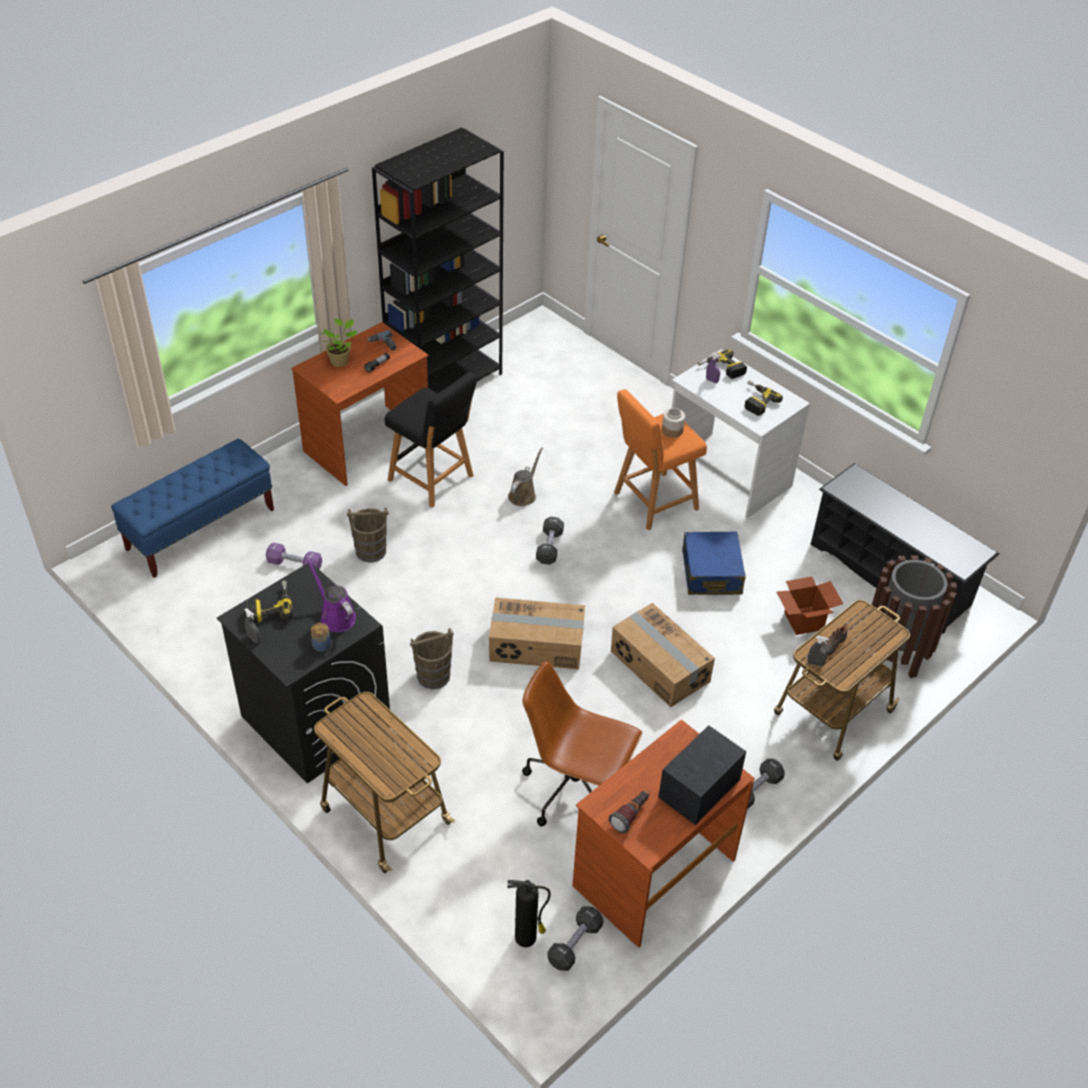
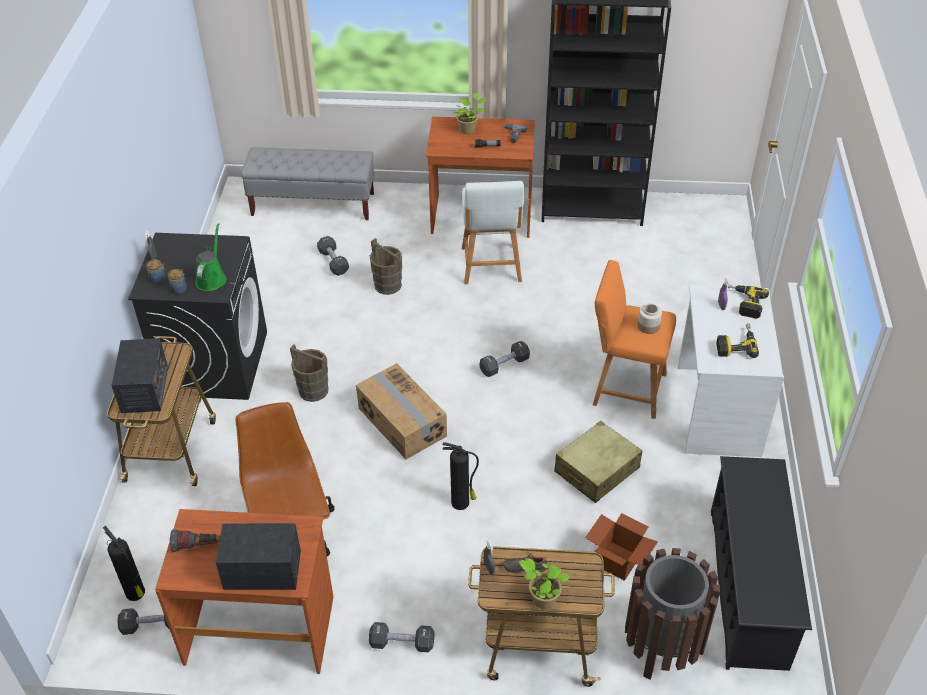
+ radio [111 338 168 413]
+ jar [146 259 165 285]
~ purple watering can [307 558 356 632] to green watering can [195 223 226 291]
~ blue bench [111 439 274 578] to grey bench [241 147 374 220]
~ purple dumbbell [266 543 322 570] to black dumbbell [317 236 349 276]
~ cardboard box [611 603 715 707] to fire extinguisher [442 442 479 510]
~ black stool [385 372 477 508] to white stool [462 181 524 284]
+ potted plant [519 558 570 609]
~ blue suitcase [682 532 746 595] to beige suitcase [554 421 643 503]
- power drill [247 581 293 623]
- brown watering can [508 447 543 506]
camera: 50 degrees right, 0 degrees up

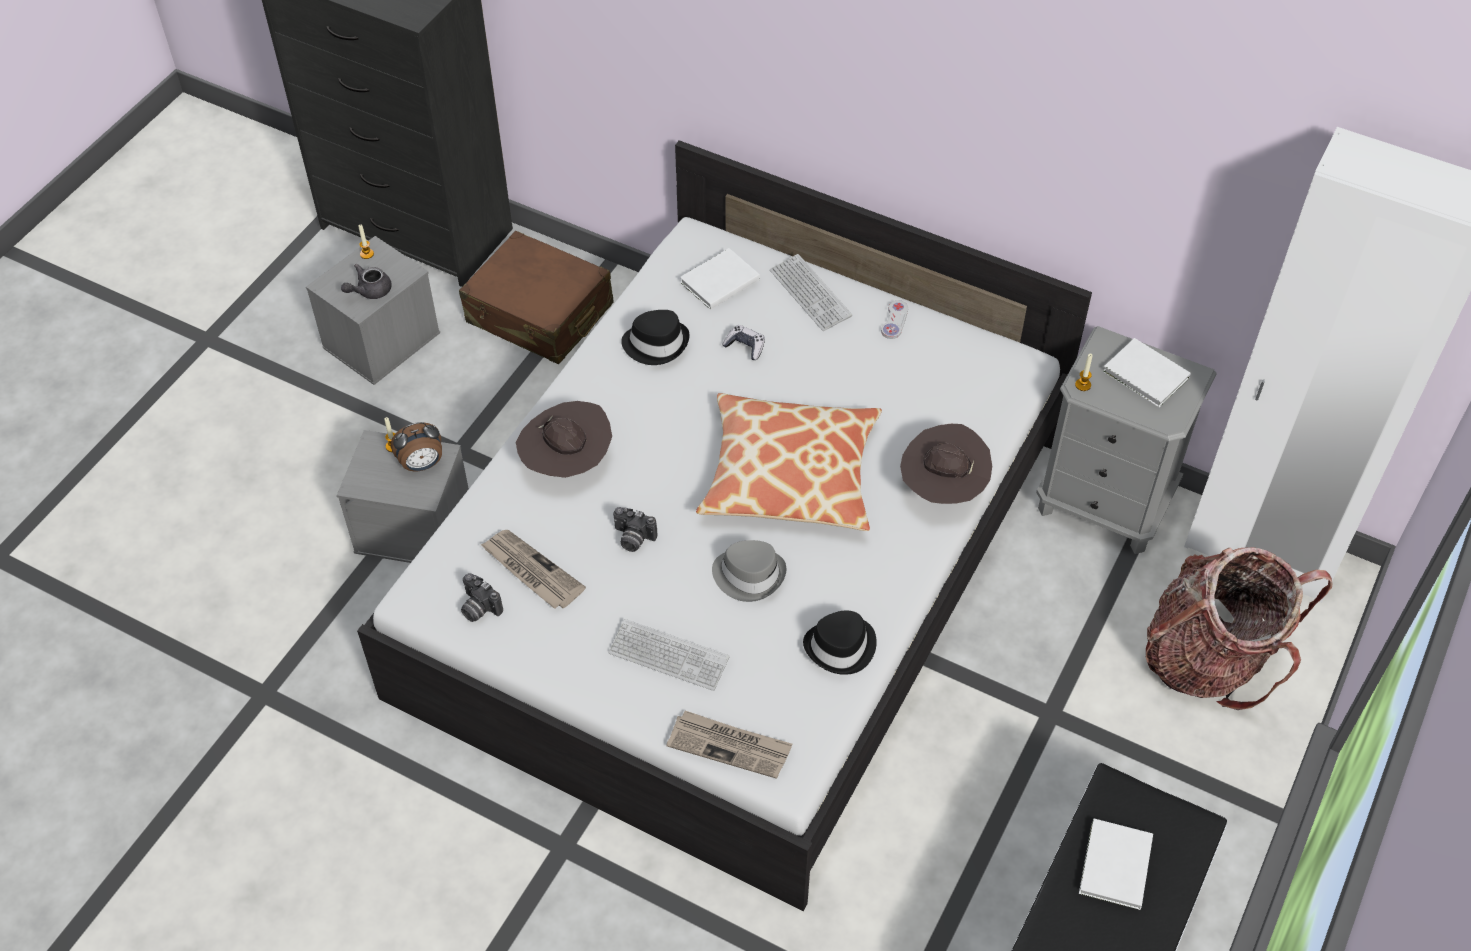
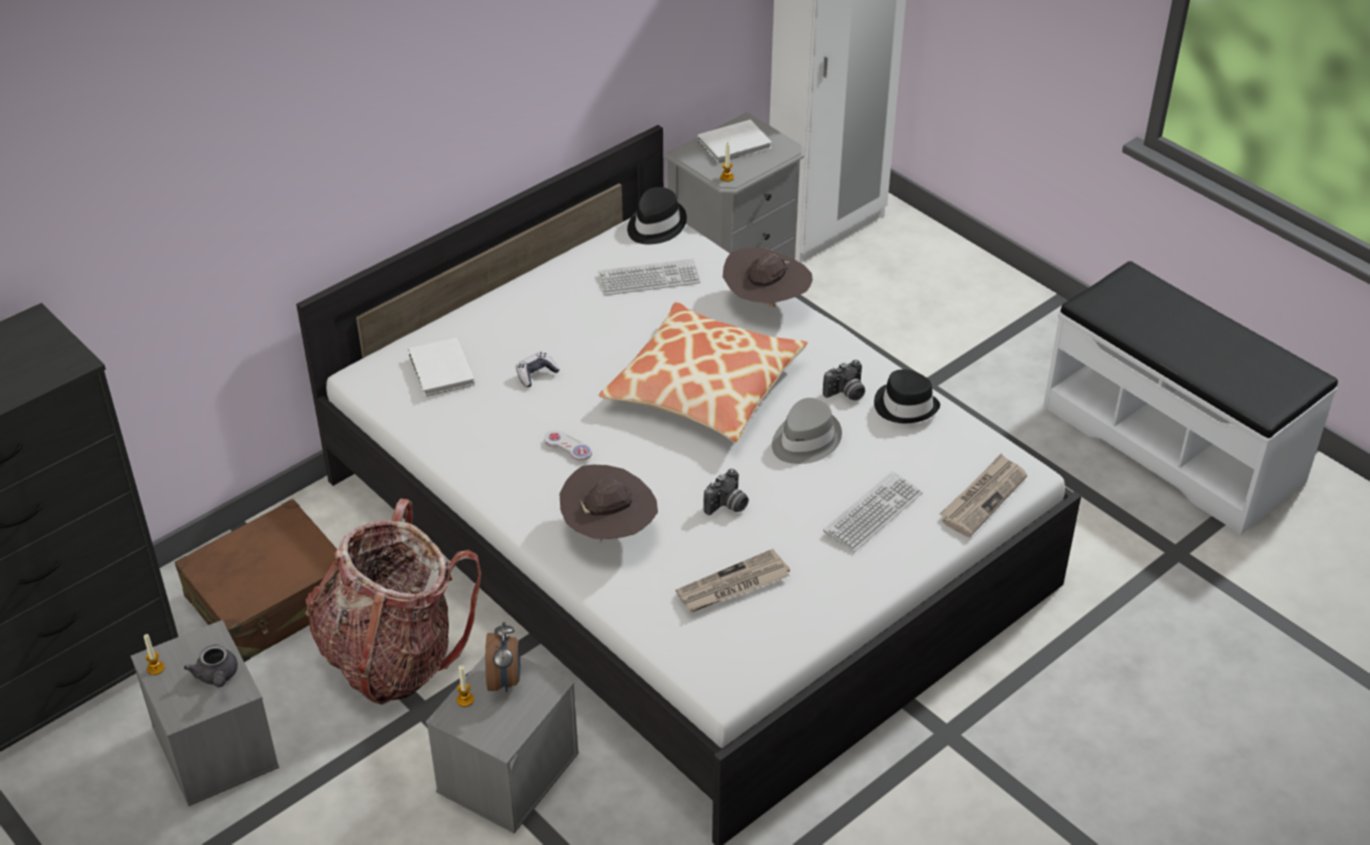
~ backpack [1146 547 1333 710] to [305 499 481 705]
~ white game controller [881 300 908 339] to [544 430 592 461]
~ keyboard [770 254 852 331] to [598 258 700 295]
~ black hat [621 310 690 365] to [627 187 687 244]
~ photo camera [461 573 503 622] to [823 360 865 401]
- white book [1079 818 1153 910]
camera: 70 degrees left, 10 degrees down

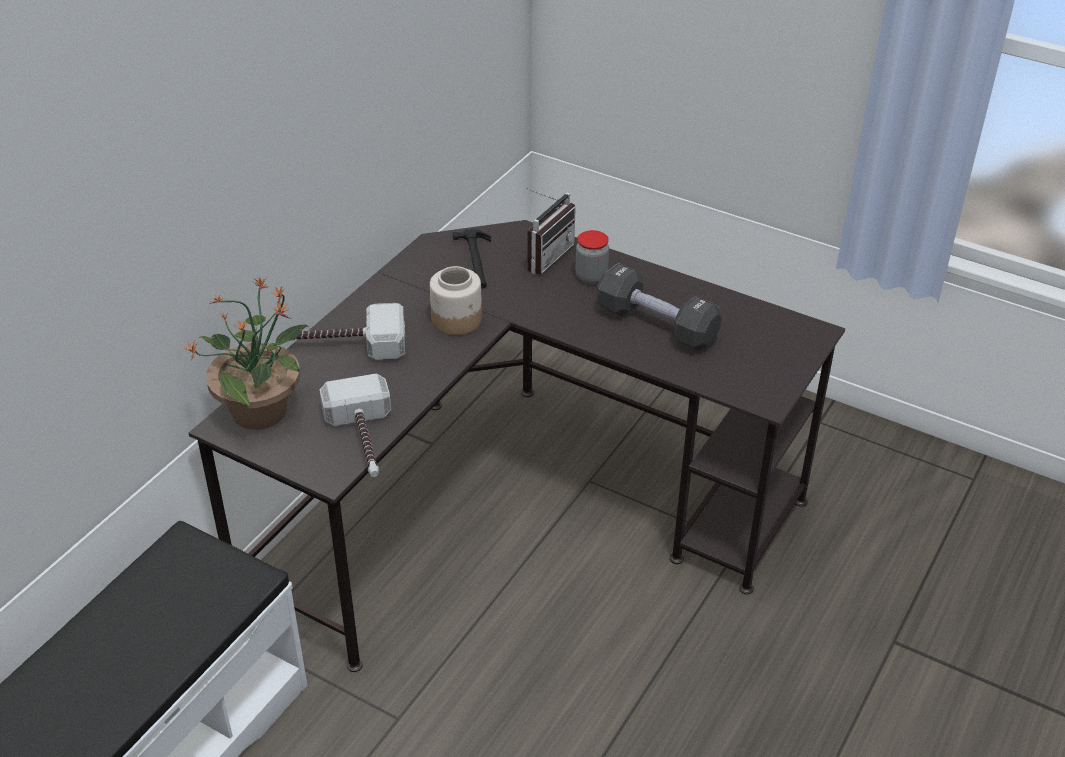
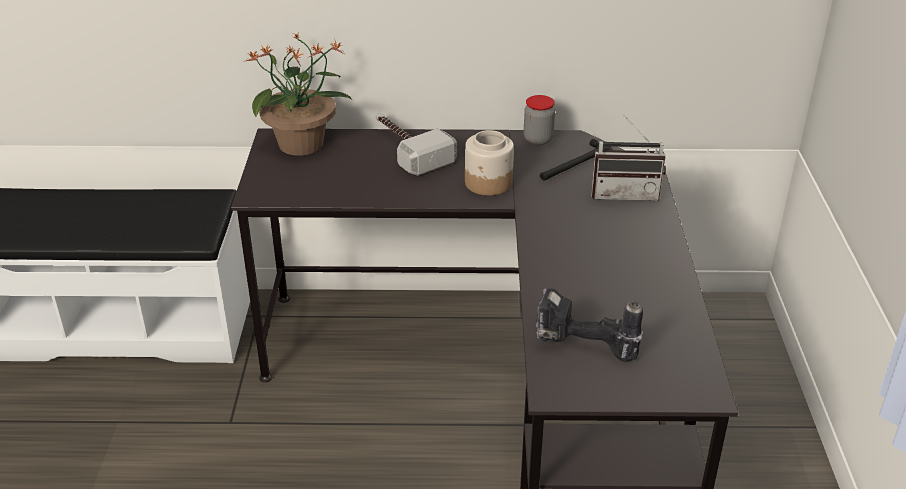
~ jar [575 230 609 284] to [524 95 555 145]
+ power drill [536 288 643 361]
- hammer [319 373 391 477]
- black dumbbell [597 263 722 351]
camera: 60 degrees right, 5 degrees down

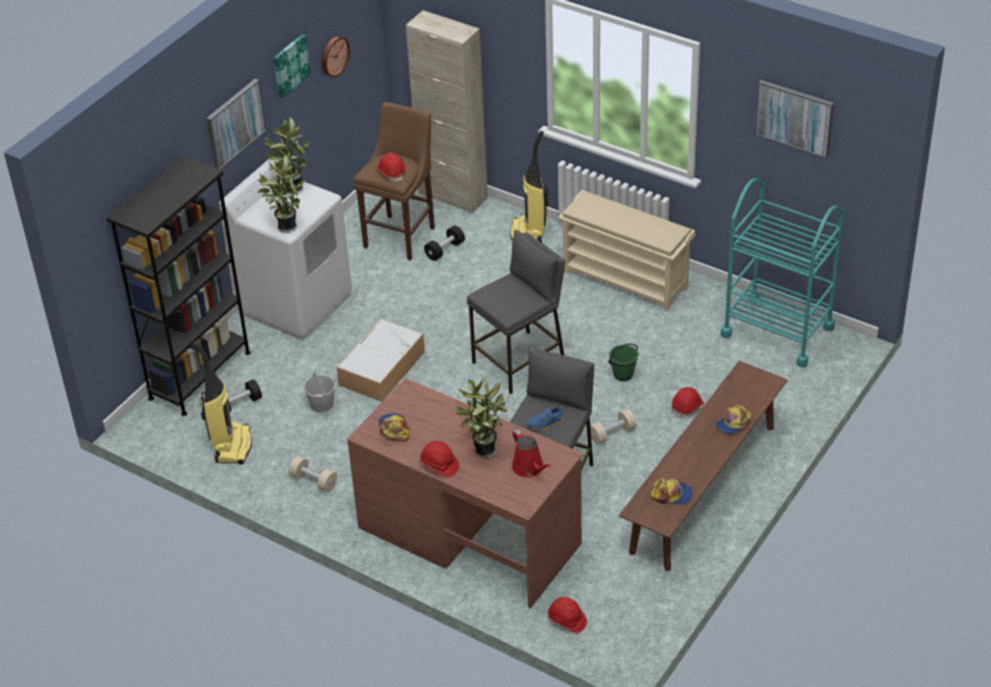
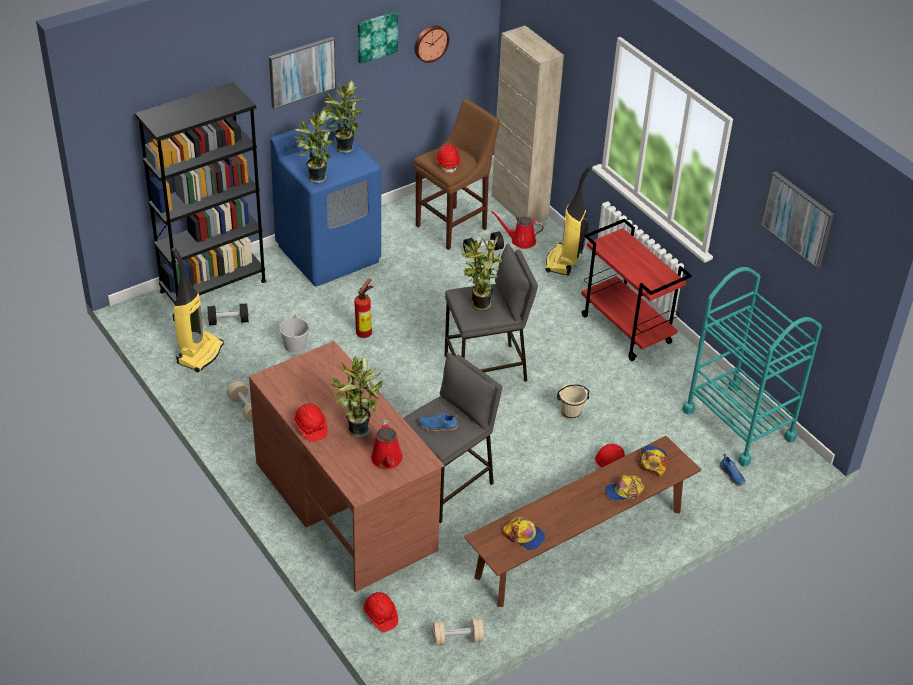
~ white washing machine [219 158 352 341] to blue washing machine [270 118 381 287]
~ storage box [337 318 425 402] to fire extinguisher [354 278 373 338]
~ beige dumbbell [590 409 637 445] to [433 618 484 645]
+ potted plant [461 235 502 310]
+ red watering can [491 211 544 249]
~ green bucket [608 343 639 382] to beige bucket [557 384 589 420]
~ beige shoe rack [558 190 695 311] to red cart [581 219 692 361]
~ cap [379 413 410 442] to [639 446 667 477]
+ blue shoe [719 454 745 486]
camera: 20 degrees right, 0 degrees up

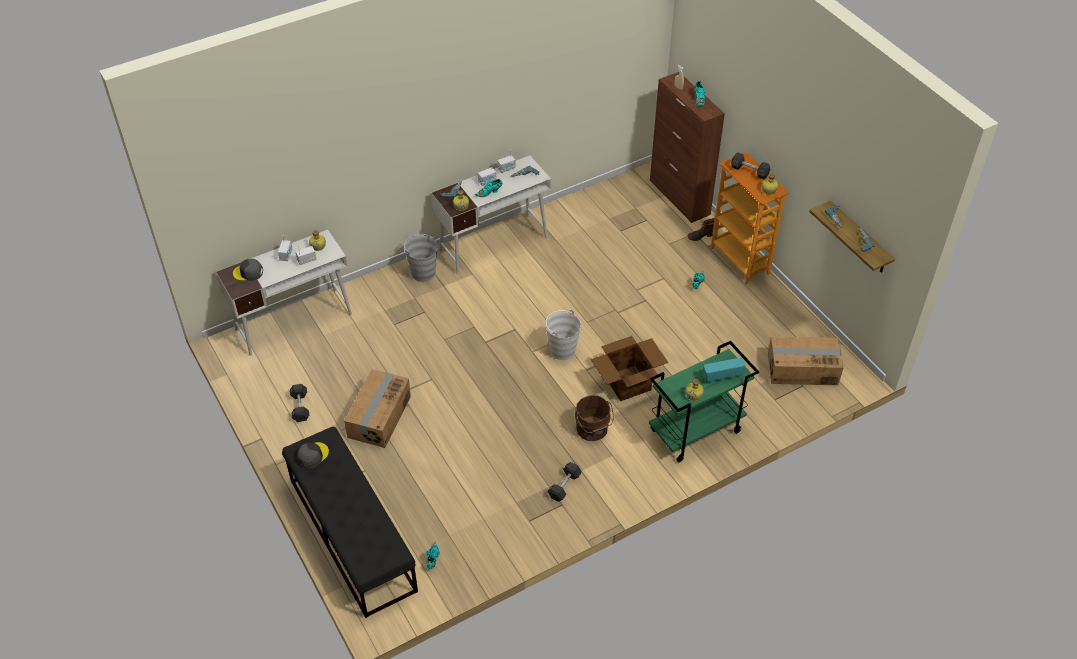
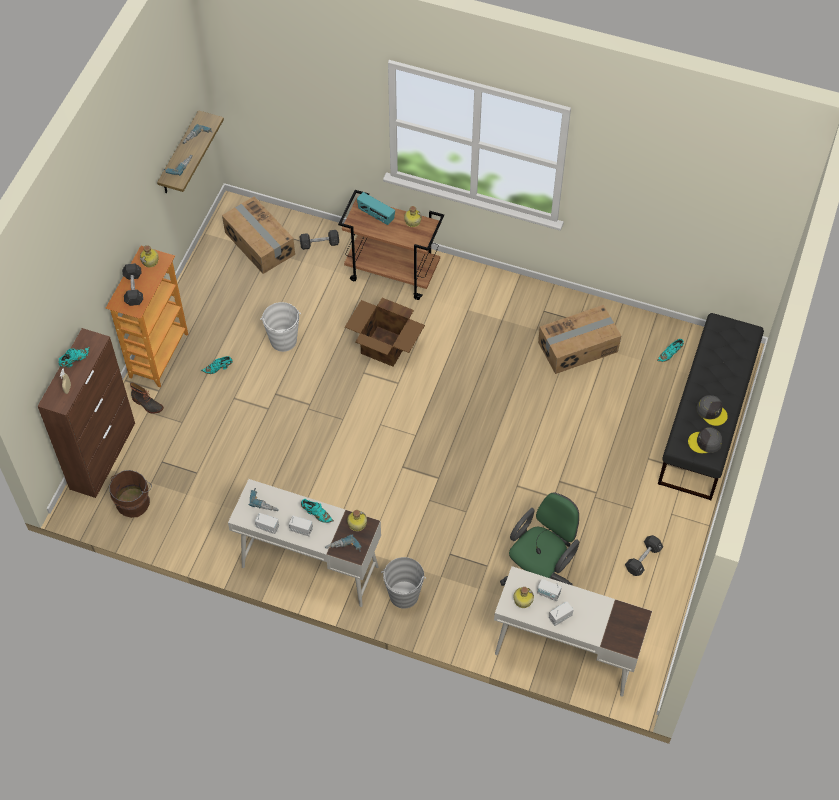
~ brown bucket [575 395 614 441] to [109 470 152 518]
~ white bucket [546 310 581 360] to [260 302 301 352]
~ grey dumbbell [547 462 582 502] to [300 230 339 250]
~ green cart [649 341 759 462] to brown cart [338 190 444 300]
+ green office chair [500 492 579 586]
~ cardboard box [344 369 411 448] to [538 305 621 374]
~ grey cap [233 259 263 281] to [697 395 728 426]
camera: 130 degrees left, 10 degrees up

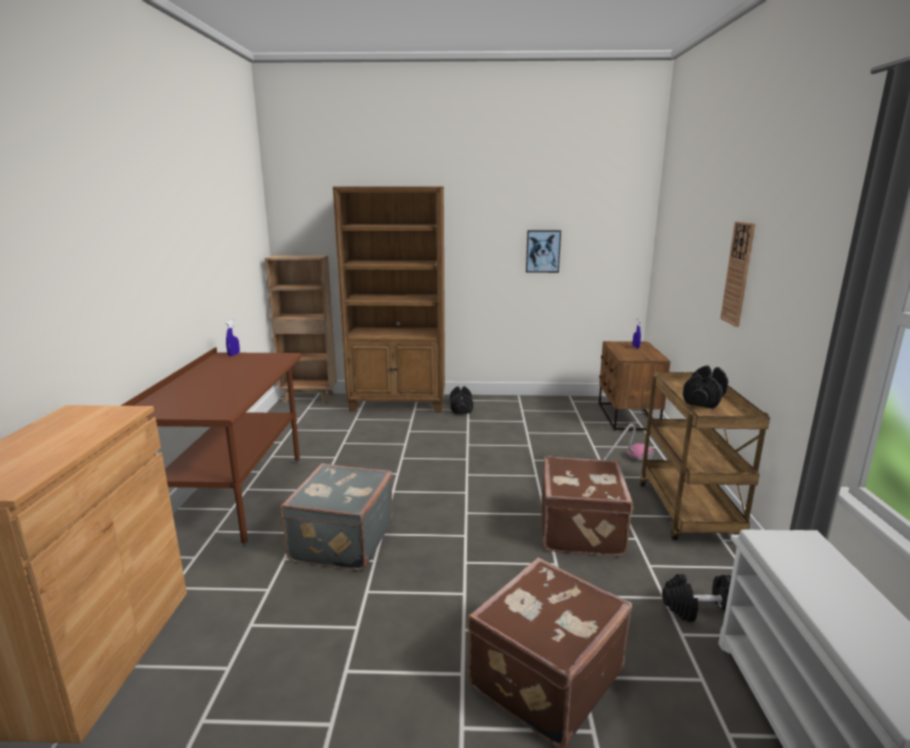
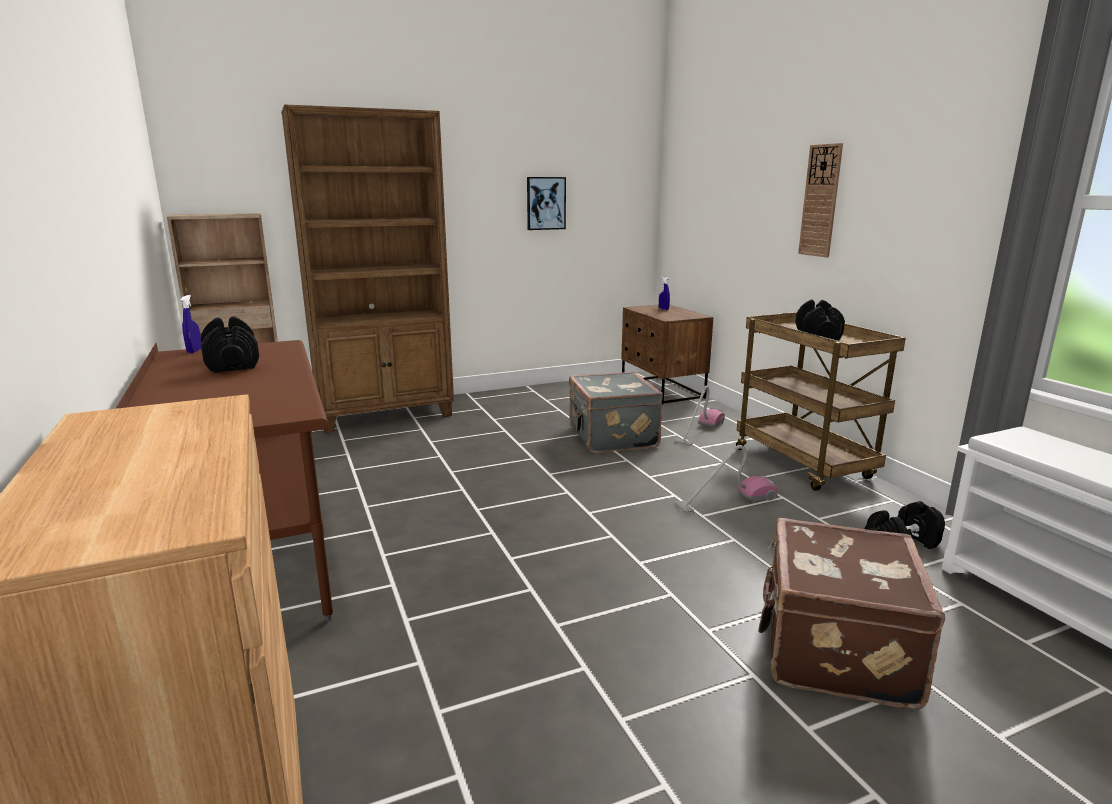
~ black dumbbell [450 386 473 414] to [201 316 259 373]
~ grey suitcase [280 463 393 571] to [568 372 663 453]
~ brown suitcase [541 456 634 556] to vacuum cleaner [676 445 778 513]
camera: 25 degrees left, 0 degrees up

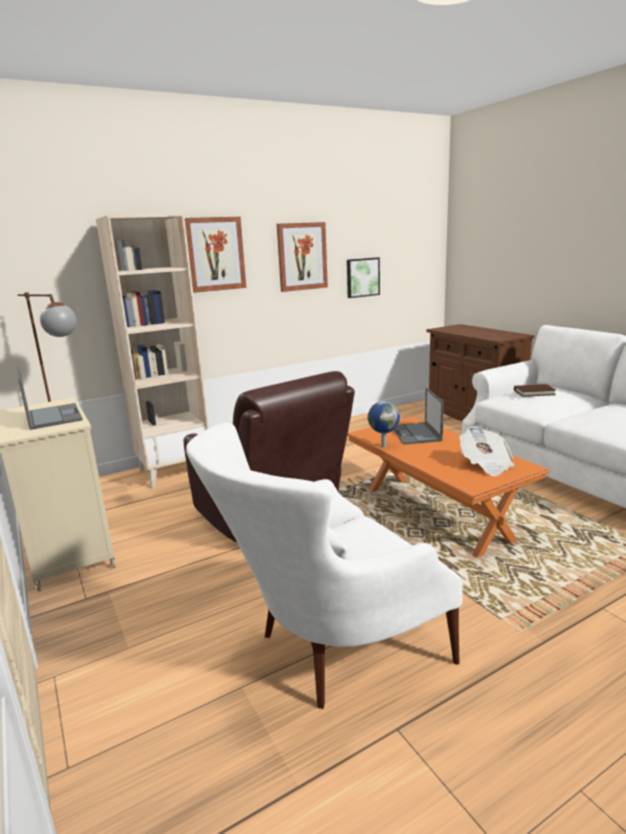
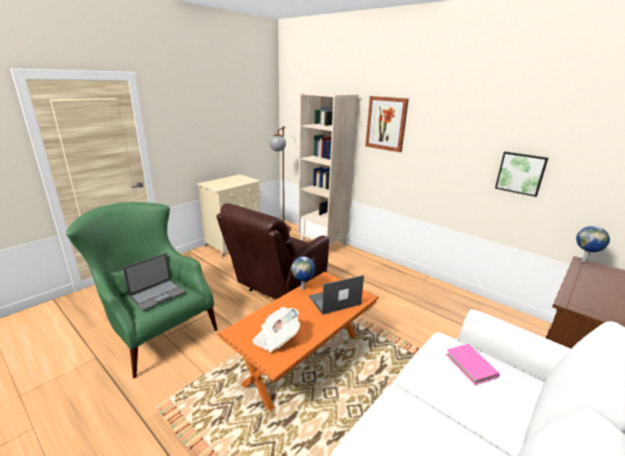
~ white armchair [186 423 463 709] to green armchair [66 202 217 378]
~ laptop [17 367 83 430] to [123 253 186 311]
~ brown book [514 384 556 397] to pink book [446 344 500 385]
+ globe [576 226 610 262]
- picture [277 222 328 292]
camera: 70 degrees right, 5 degrees up

